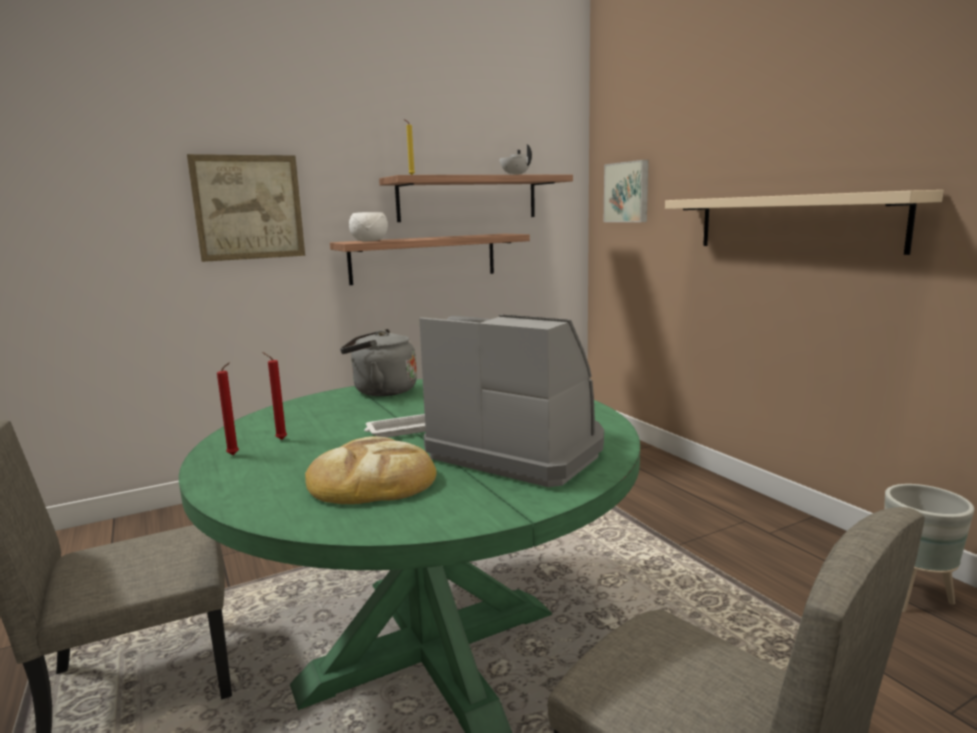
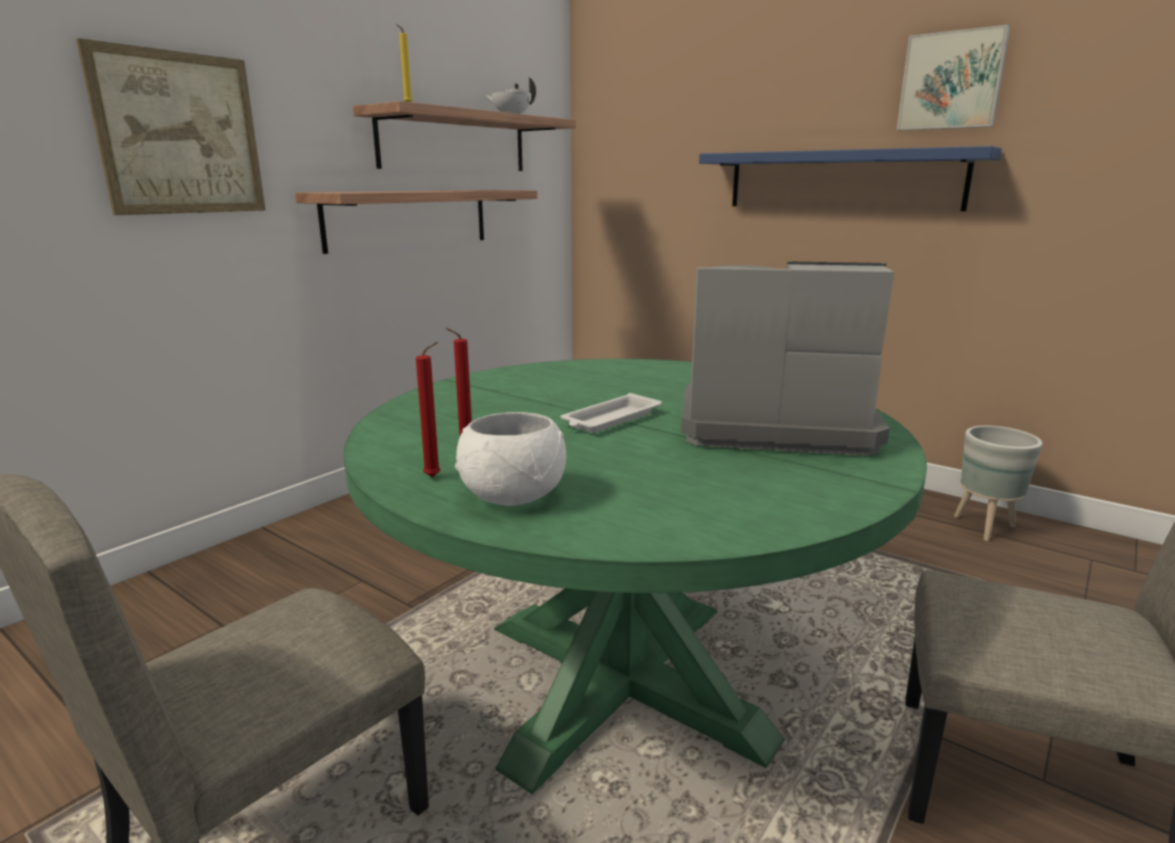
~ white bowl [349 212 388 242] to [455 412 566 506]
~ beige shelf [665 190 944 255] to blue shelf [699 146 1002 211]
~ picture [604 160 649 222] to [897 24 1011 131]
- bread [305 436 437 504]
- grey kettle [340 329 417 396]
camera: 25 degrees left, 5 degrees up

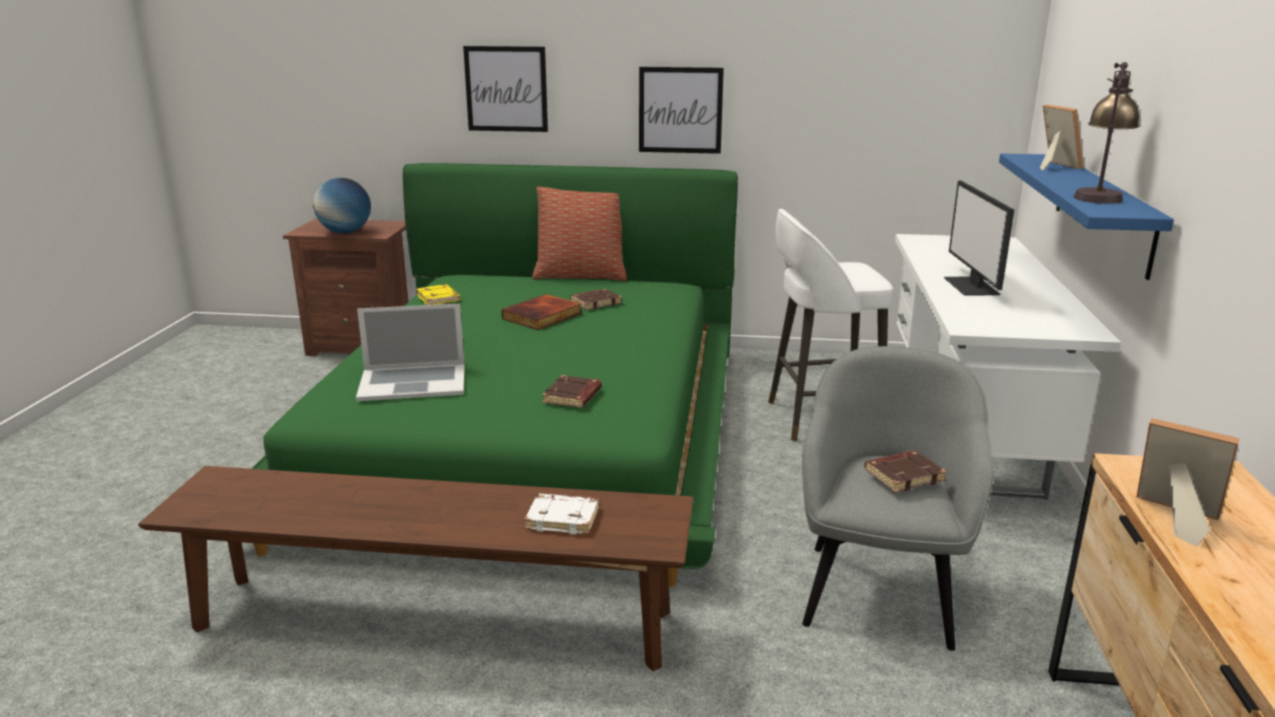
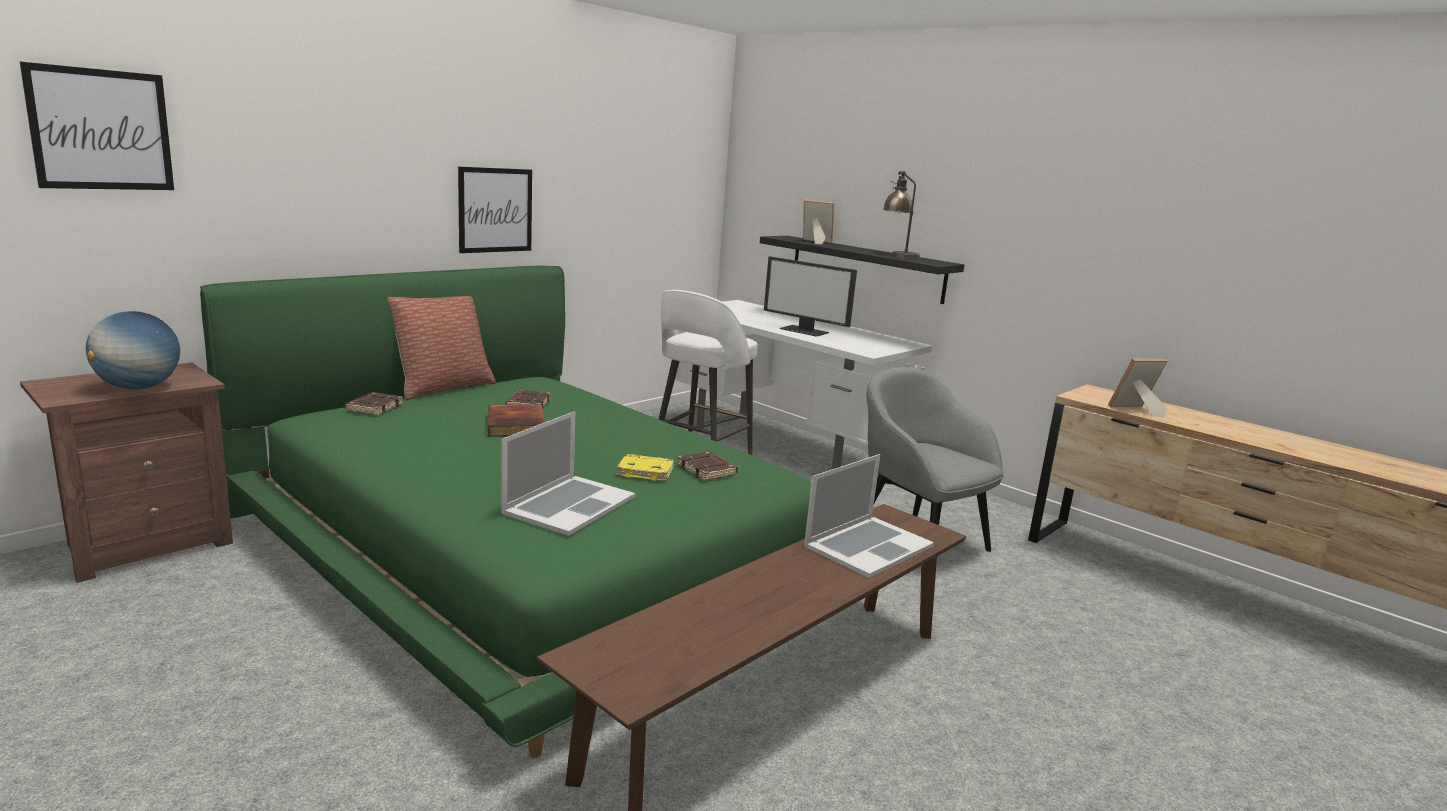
~ picture [463 46 548 132] to [20 62 174 190]
~ brown book [864 451 947 492] to [345 392 403 415]
~ yellow book [416 284 460 305] to [616 454 674 481]
~ blue shelf [999 153 1174 280] to black shelf [760 236 964 304]
~ white book [524 494 599 535] to laptop [804 454 934 578]
camera: 55 degrees left, 5 degrees down

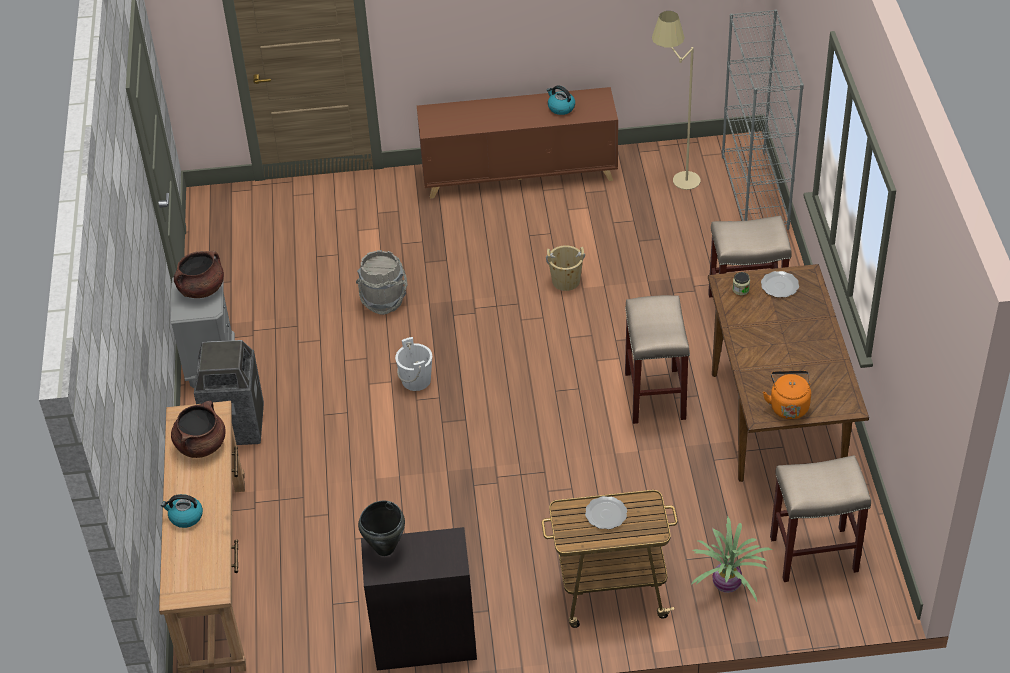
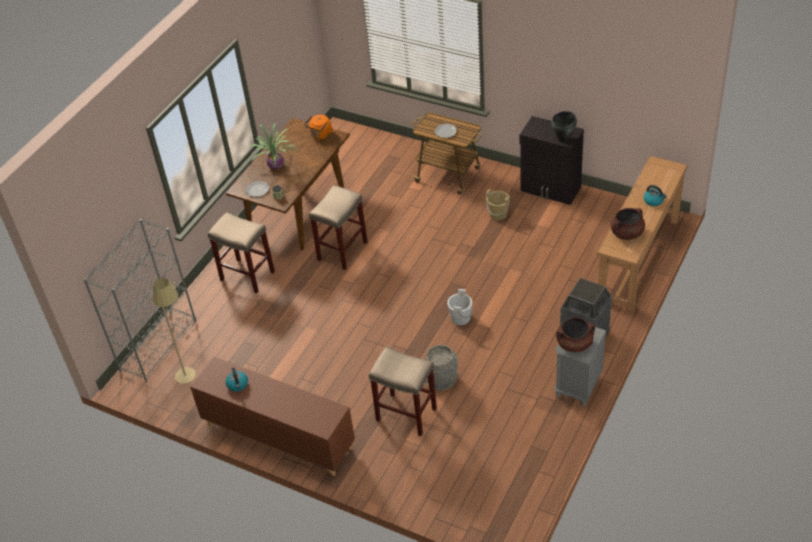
~ potted plant [691 517 772 601] to [248 123 297 169]
~ beige stool [770 455 871 582] to [369 347 437 436]
~ beige bucket [546 245 585 291] to [486 189 510 220]
camera: 145 degrees left, 0 degrees up

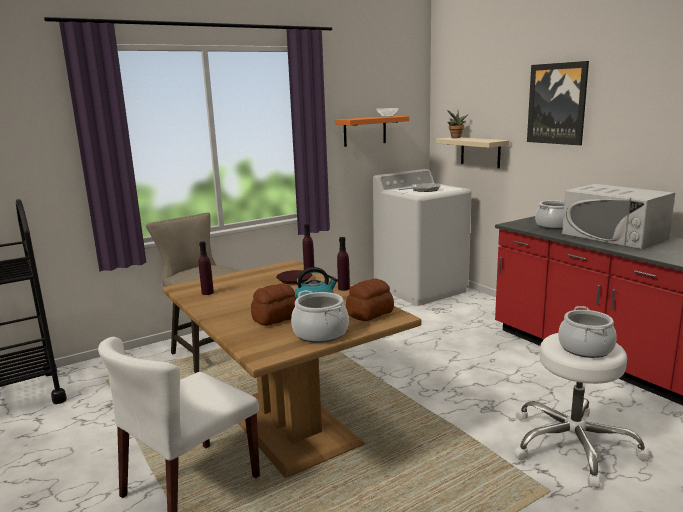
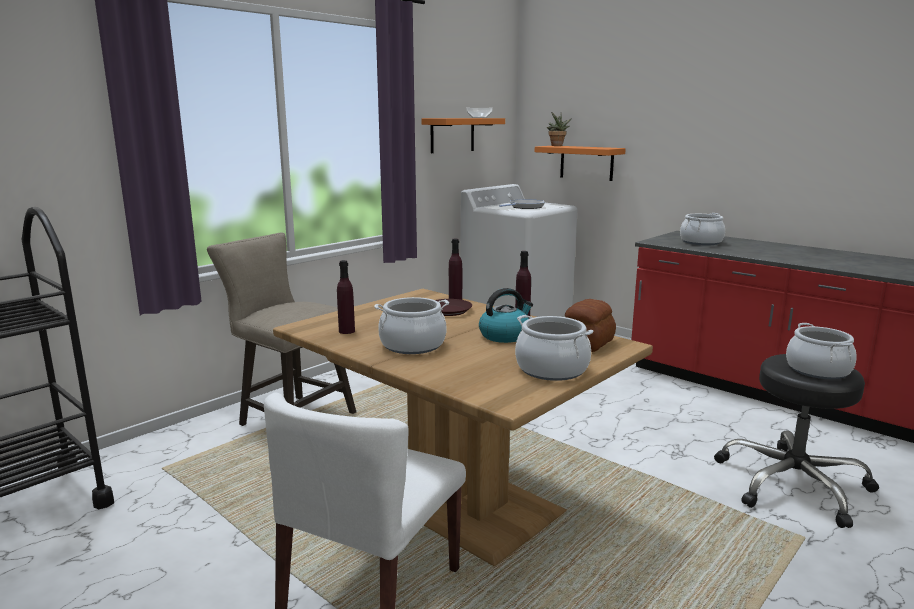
+ cooking pot [374 297 449 354]
~ beige shelf [436 137 509 168] to orange shelf [535 146 626 181]
~ white stool [514 333 650 488] to black stool [714 354 879 528]
- bread [251 283 296 326]
- picture [527 61 589 145]
- white microwave [562 184 675 250]
camera: 15 degrees left, 0 degrees up

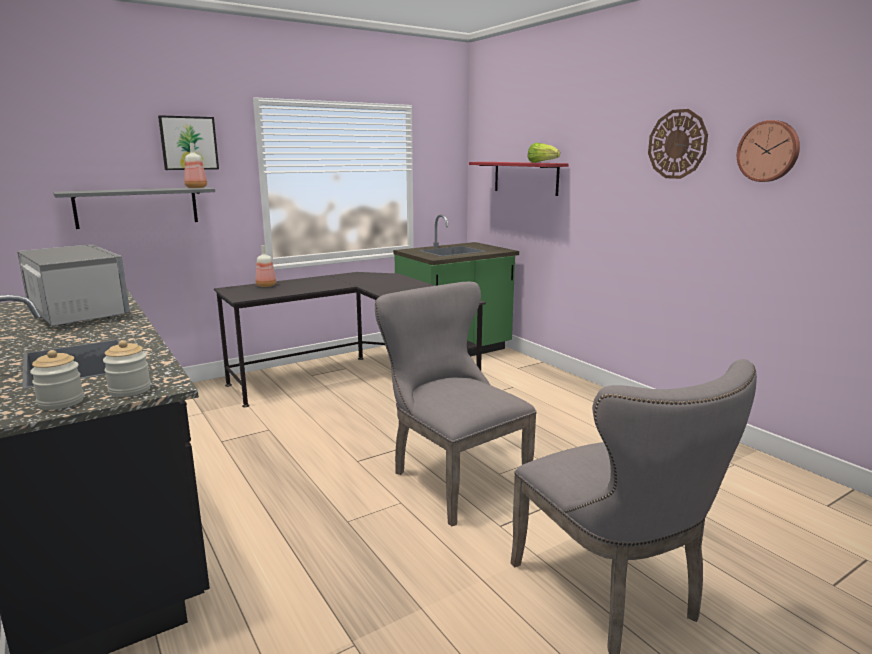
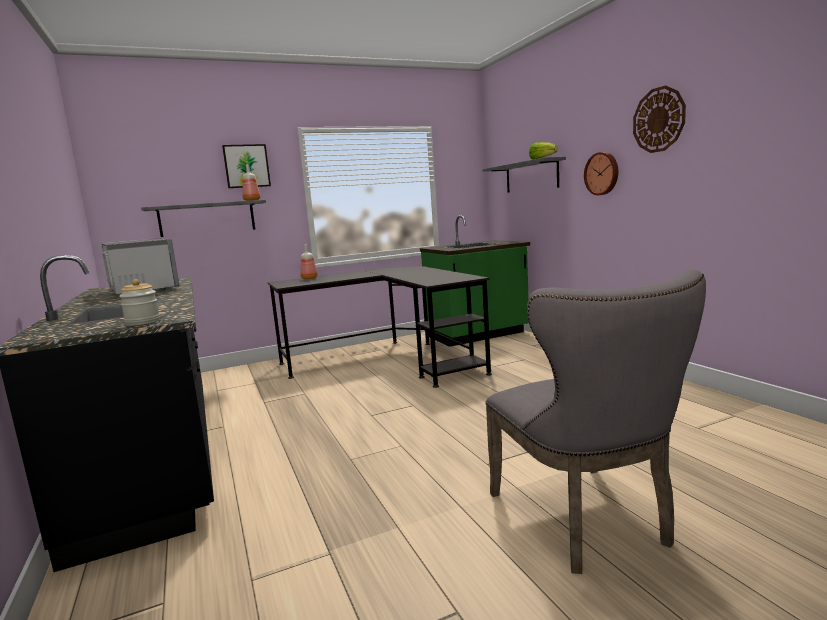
~ red shelf [469 162 568 196] to grey shelf [483 157 566 193]
~ wall clock [737 120 800 182] to [584 152 618 195]
- jar [30 350 84 410]
- grey chair [375 282 537 527]
camera: 10 degrees right, 5 degrees down

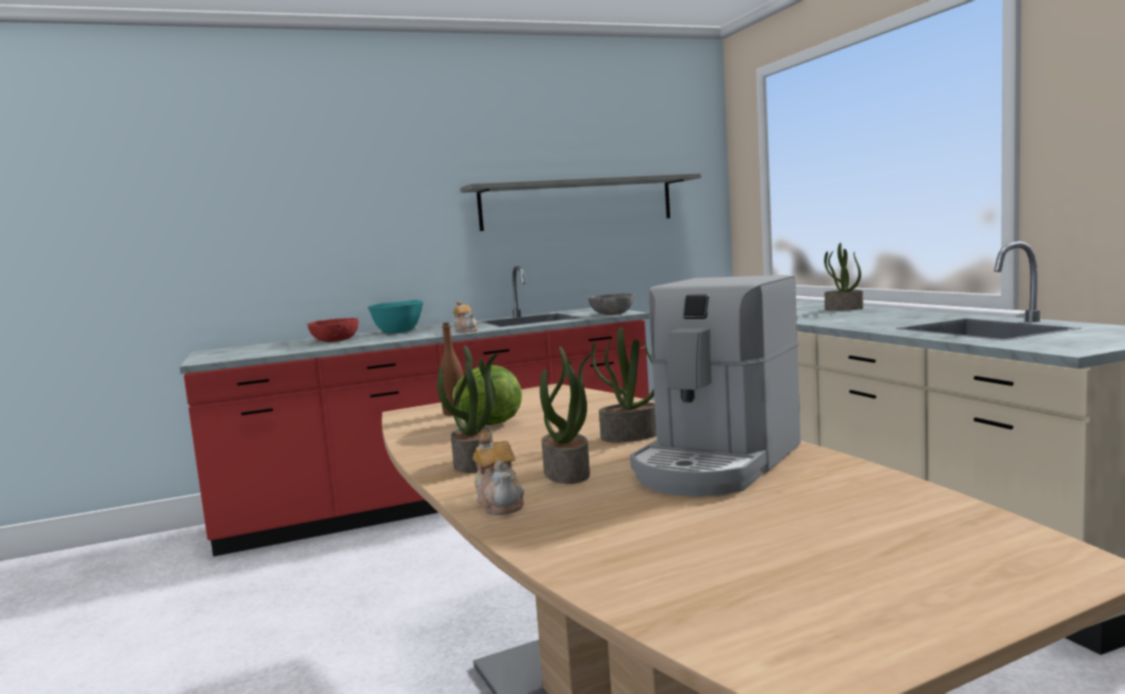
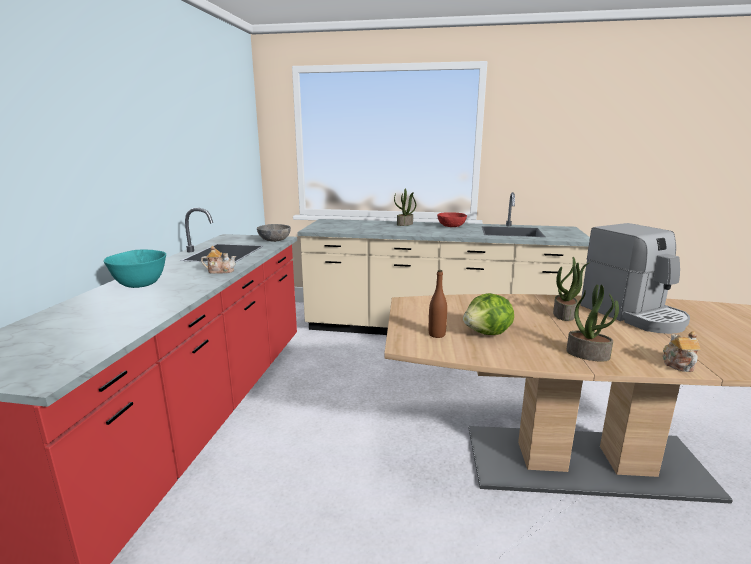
~ red bowl [308 318 359 342] to [437 212 467 227]
~ teapot [472 433 524 515] = [663 331 701 372] 90 degrees counterclockwise
- grey shelf [460 173 701 231]
- potted plant [540 347 592 484]
camera: 60 degrees left, 10 degrees up

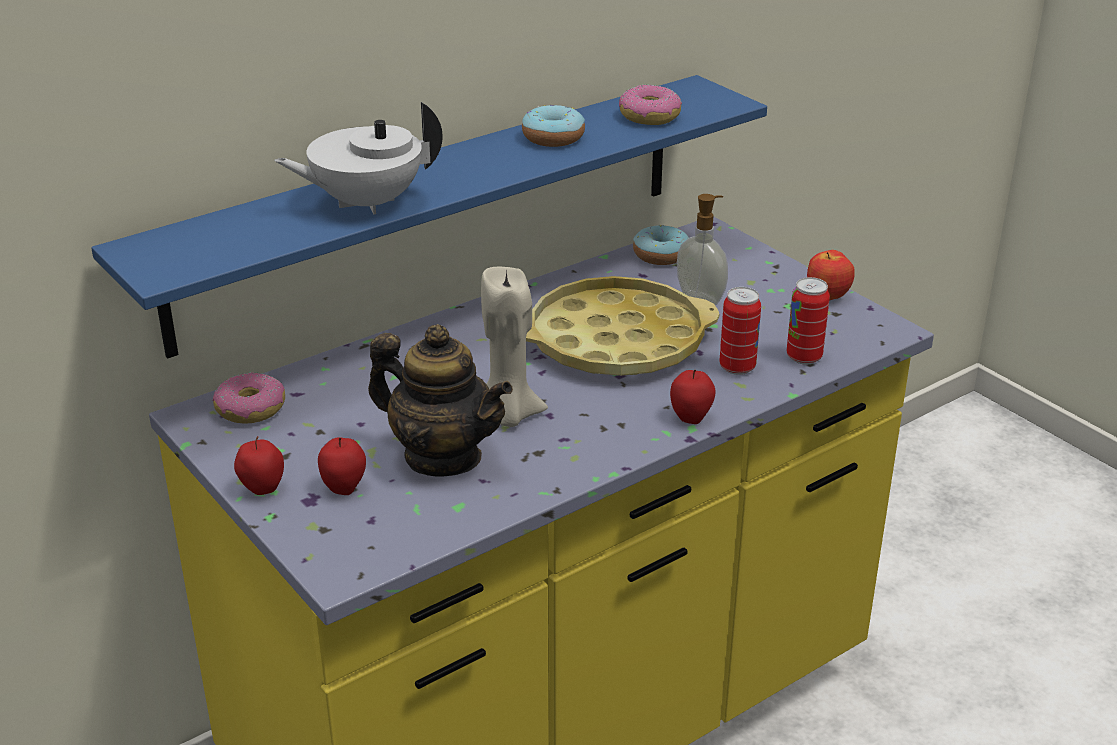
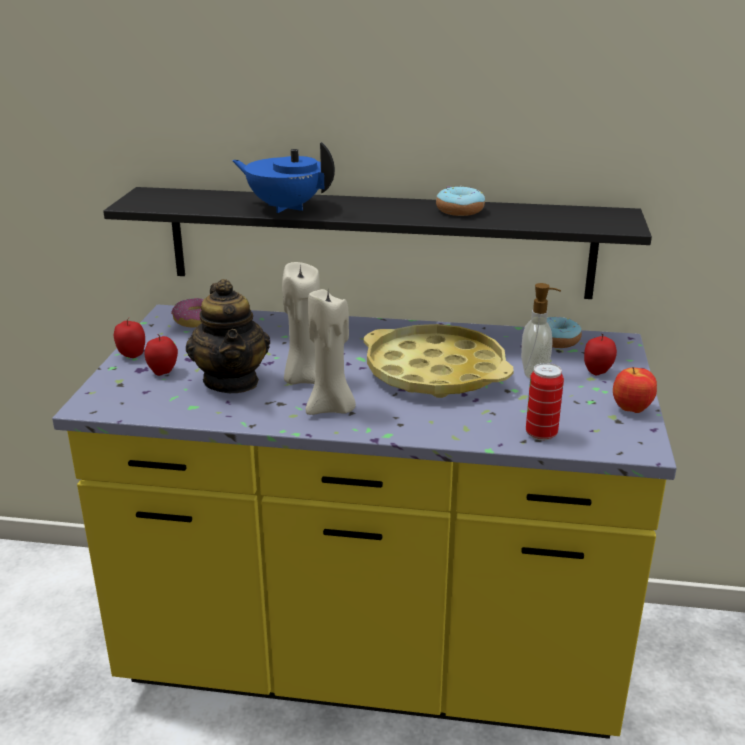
~ blue shelf [91 75 767 359] to black shelf [103 187 652 299]
~ white teapot [274 102 443 214] to blue teapot [232 142 335 213]
+ beige candle [306 289 356 415]
~ apple [670 370 715 424] to [584 334 617 375]
- donut [619 84 682 125]
- can [719 287 761 375]
camera: 45 degrees right, 5 degrees down

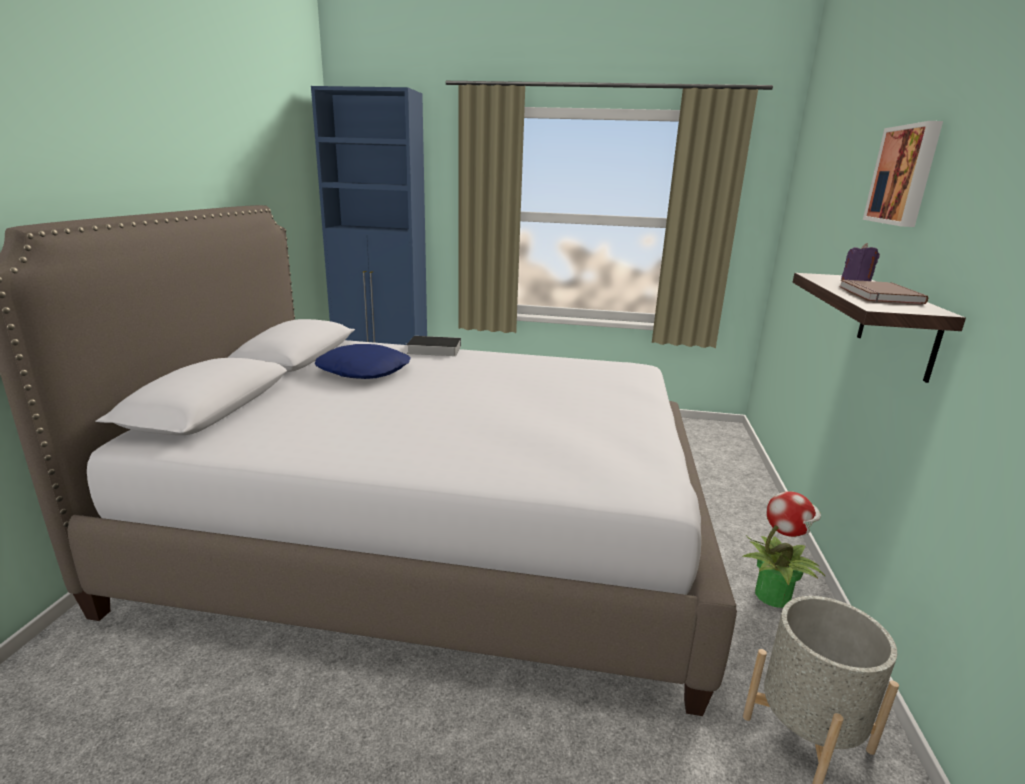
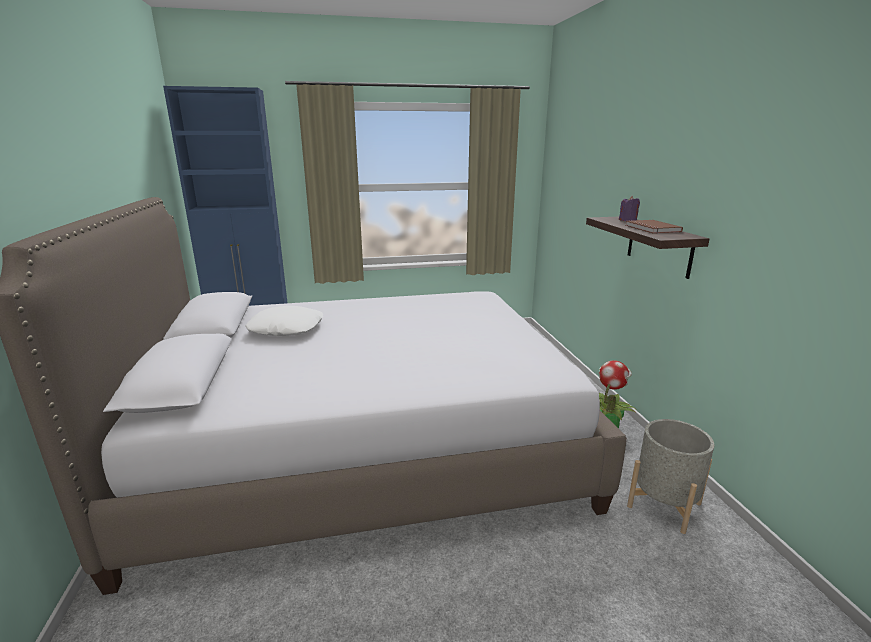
~ blue pillow [315 344 411 379] to white pillow [245 306 323 336]
- book [406 336 461 356]
- picture [863 121 943 227]
camera: 20 degrees left, 0 degrees up

